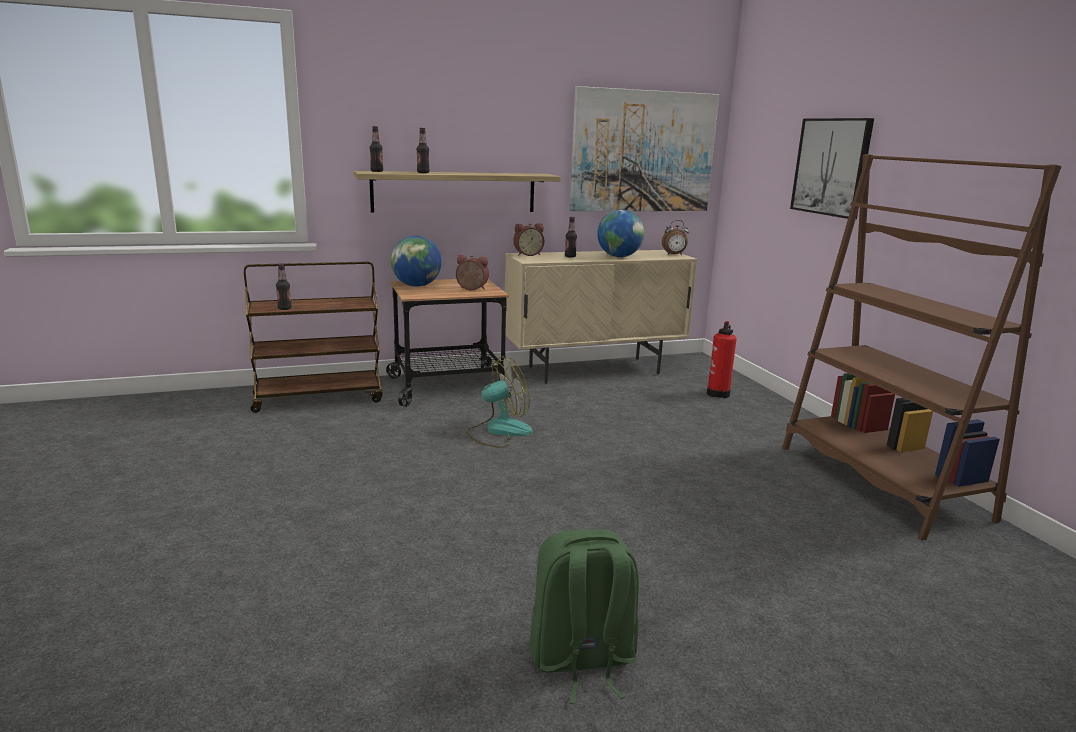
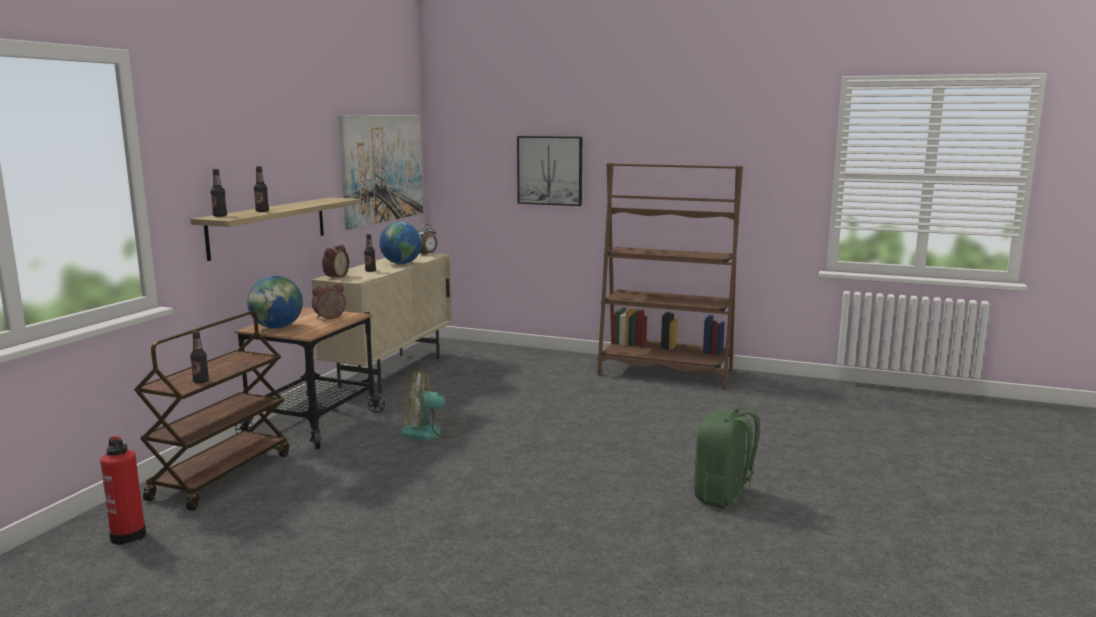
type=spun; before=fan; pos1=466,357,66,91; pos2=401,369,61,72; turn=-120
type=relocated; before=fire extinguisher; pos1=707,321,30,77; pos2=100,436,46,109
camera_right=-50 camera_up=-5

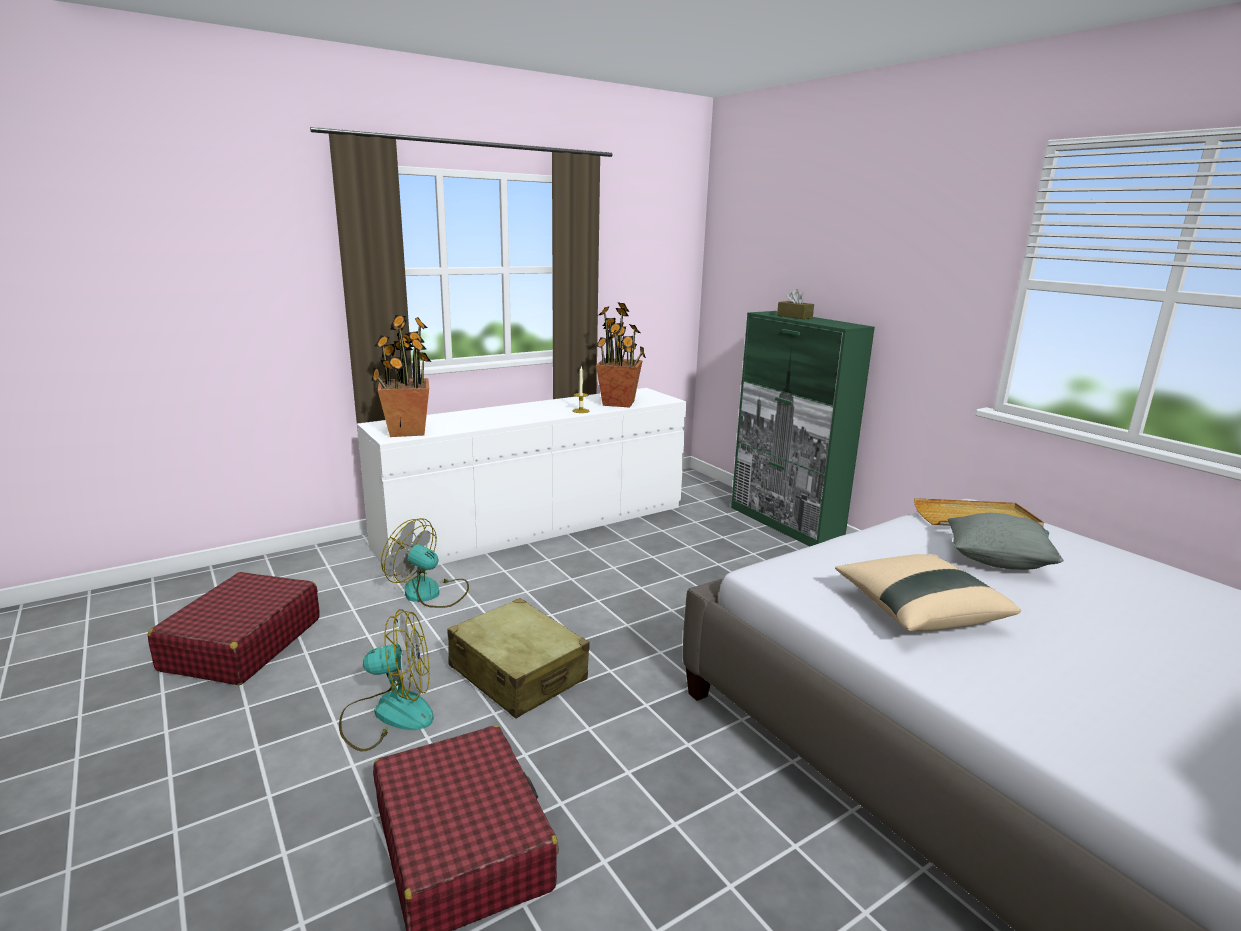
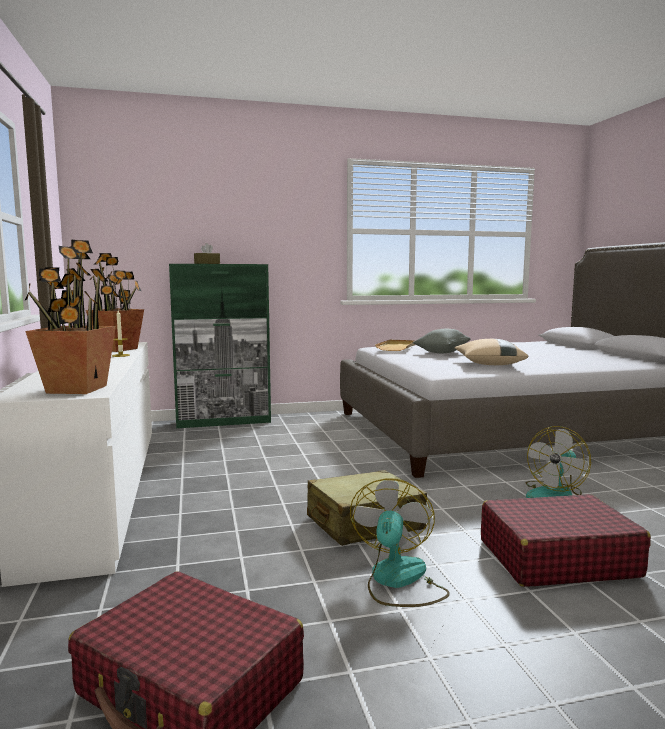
type=relocated; before=fan; pos1=381,518,88,90; pos2=526,426,65,72
camera_right=-70 camera_up=-10

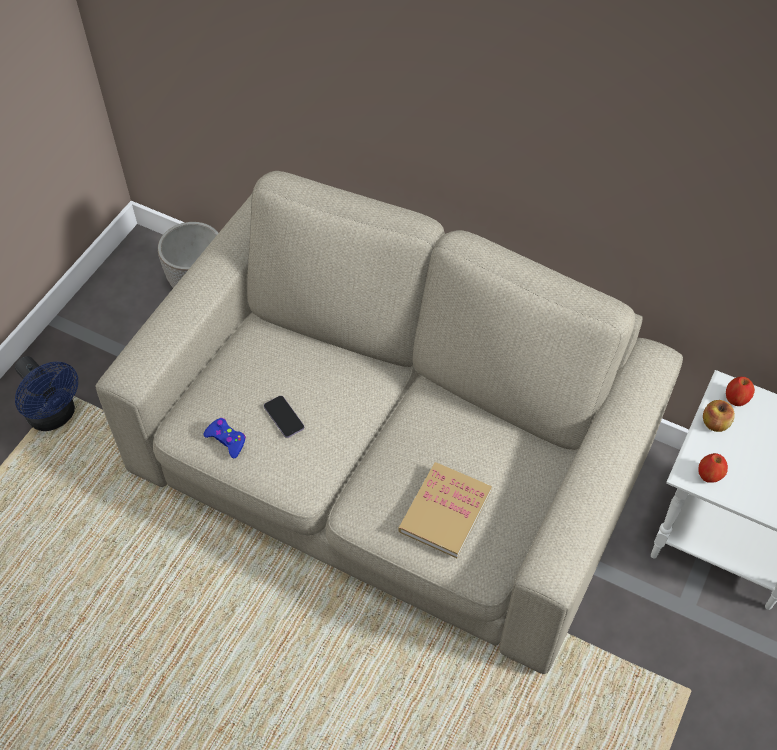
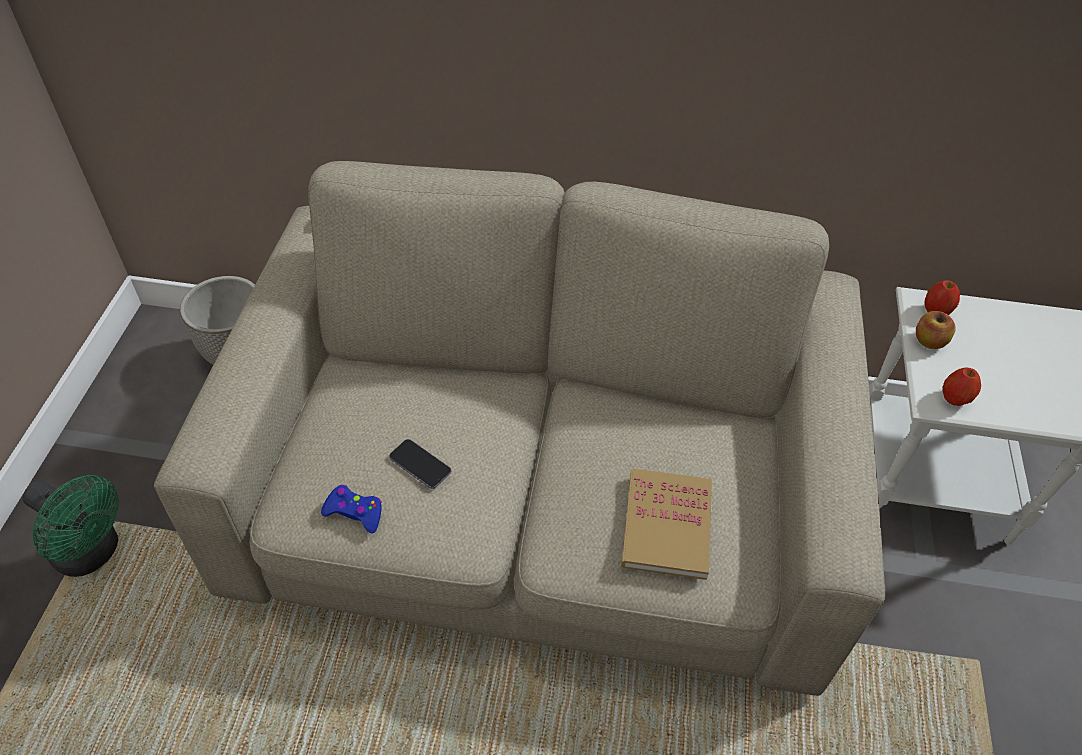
type=colour; before=blue fan; after=green fan; pos1=15,356,63,75; pos2=23,475,96,102
camera_right=-20 camera_up=-5

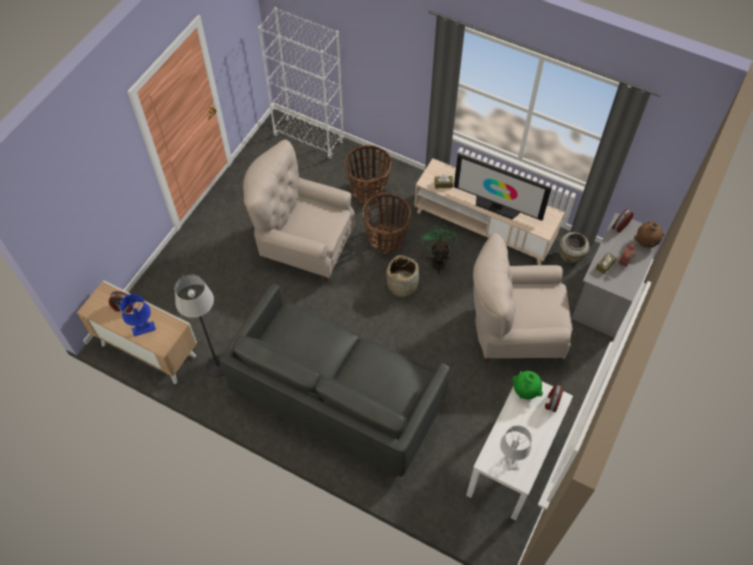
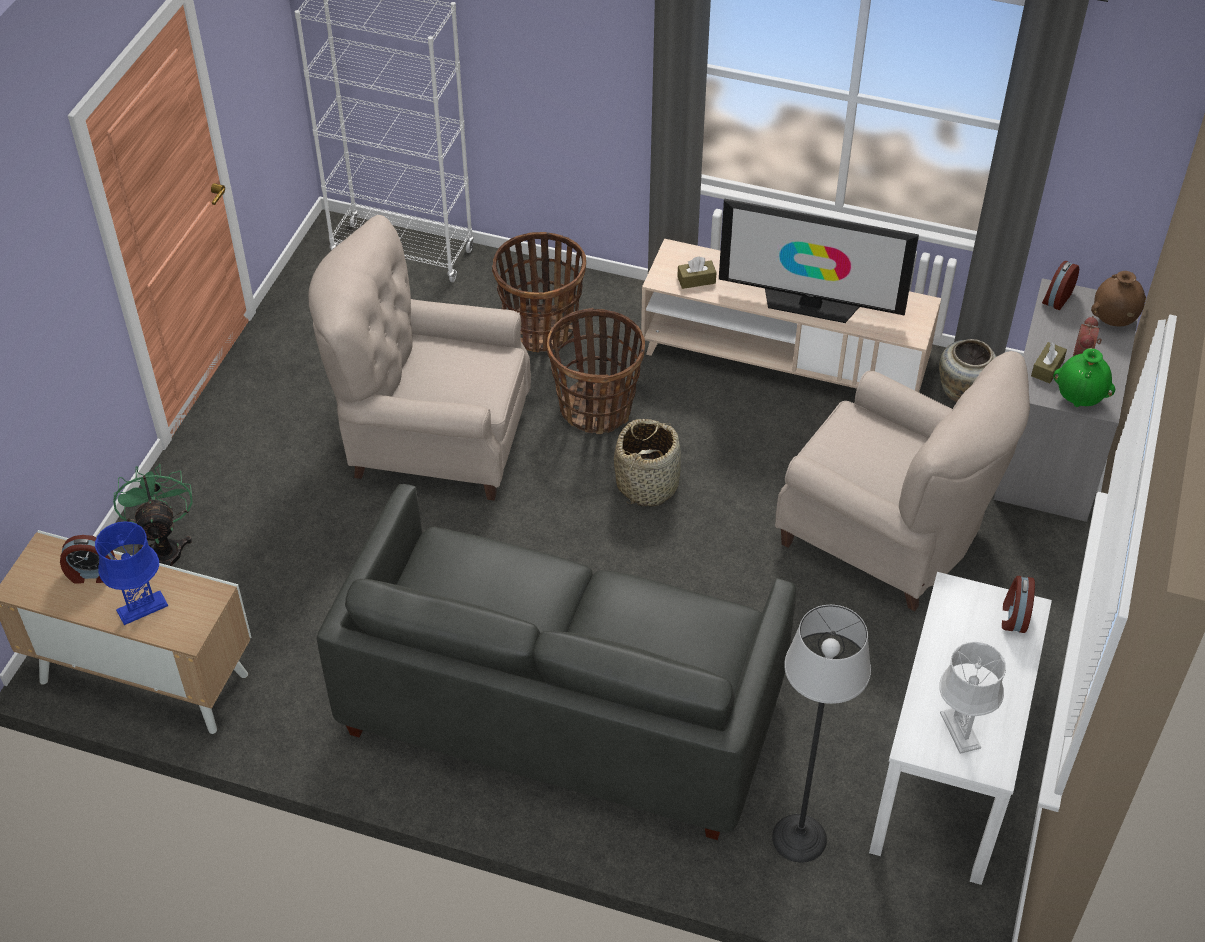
type=relocated; before=floor lamp; pos1=175,274,49,103; pos2=772,605,99,258
type=relocated; before=green fan; pos1=421,224,36,52; pos2=113,464,80,102
type=spun; before=beige armchair; pos1=473,233,99,129; pos2=775,351,255,260; turn=-135
type=relocated; before=green vase; pos1=512,371,31,29; pos2=1053,348,62,59
camera_right=-10 camera_up=-10

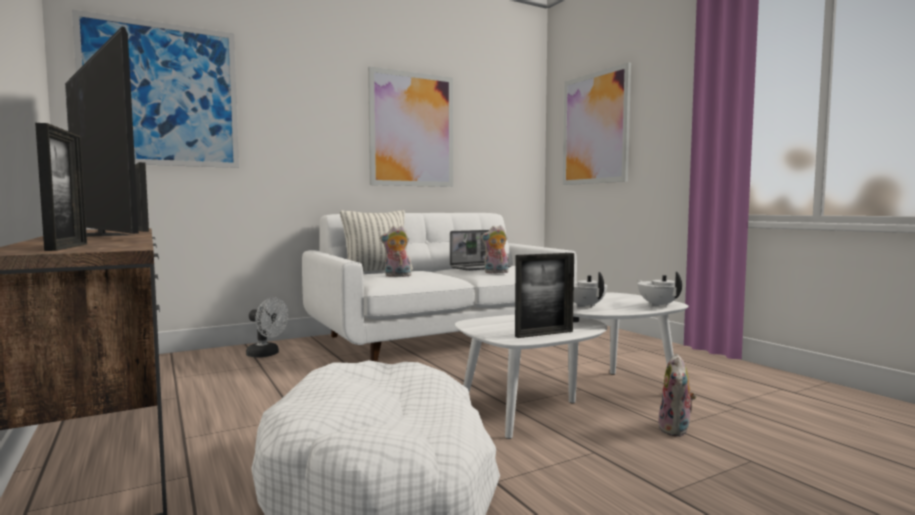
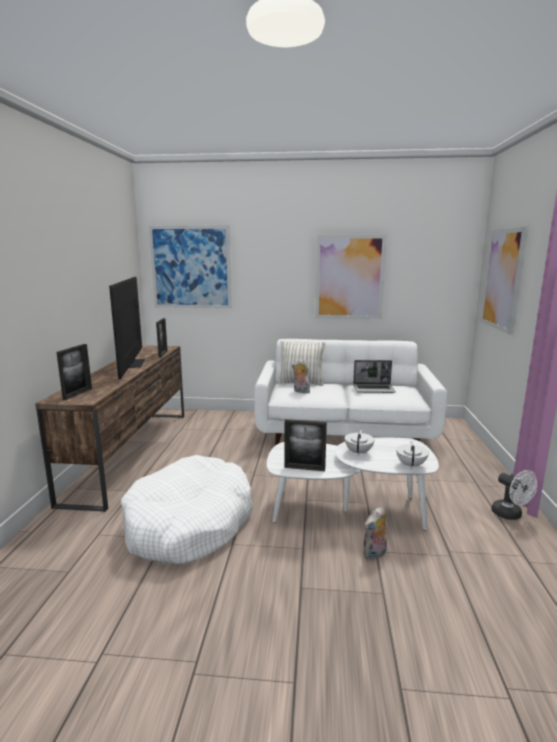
type=relocated; before=white fan; pos1=246,297,43,61; pos2=491,470,46,50
type=missing; before=plush toy; pos1=481,225,28,48
camera_right=35 camera_up=10

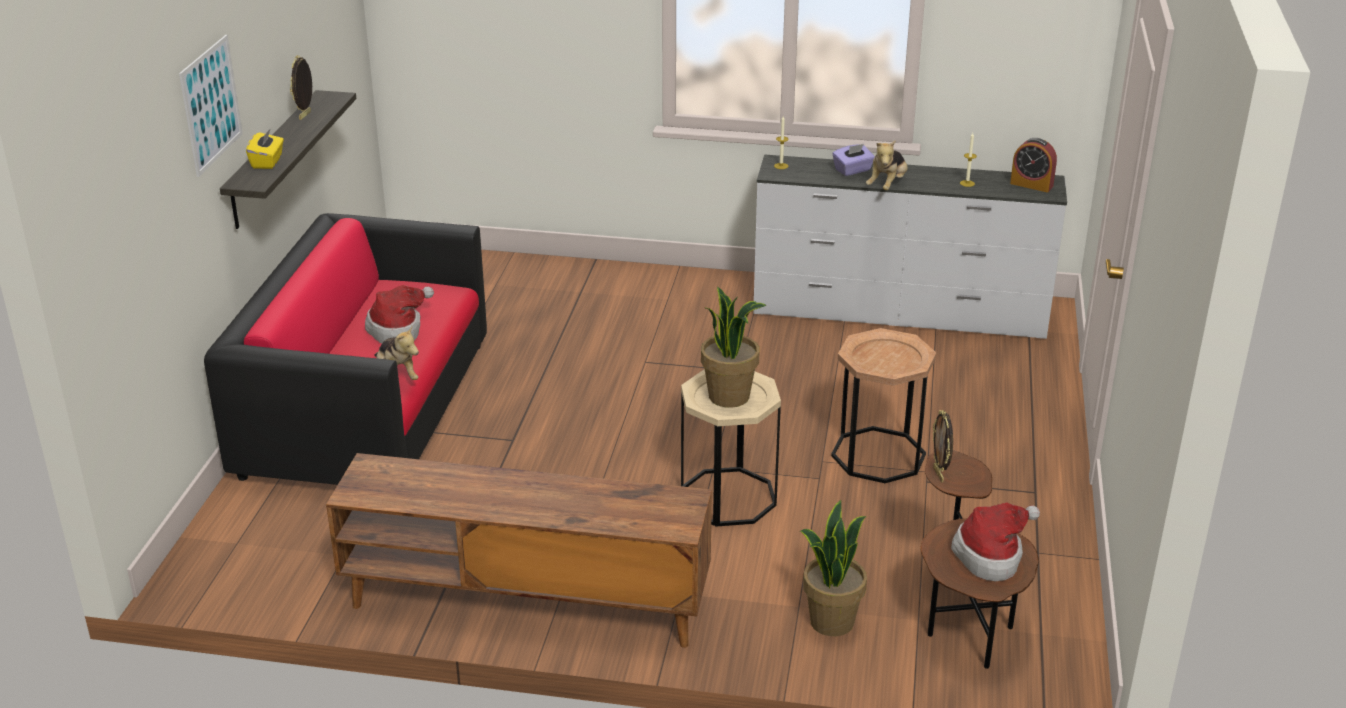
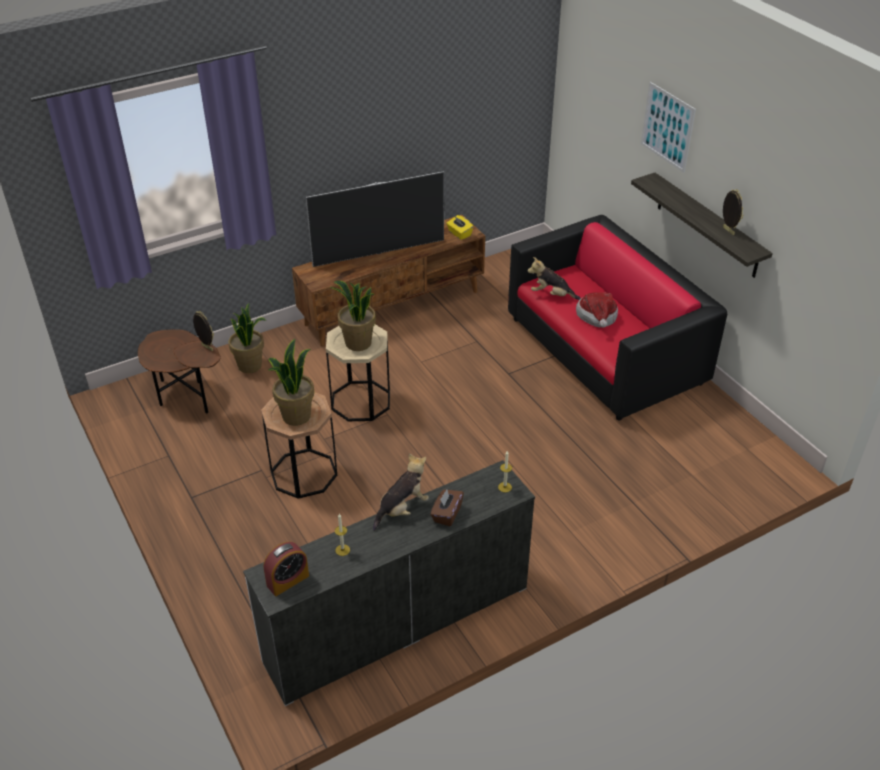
type=relocated; before=yellow tissue box; pos1=246,128,38,41; pos2=446,215,27,25
type=colour; before=purple tissue box; after=brown tissue box; pos1=832,144,43,32; pos2=430,489,34,37
type=spun; before=plush toy; pos1=866,140,42,50; pos2=373,454,56,77; turn=60
type=missing; before=hat; pos1=951,502,89,80
type=spun; before=alarm clock; pos1=1010,138,47,54; pos2=264,542,45,54; turn=150
type=appeared; after=potted plant; pos2=268,339,46,87
type=appeared; after=television; pos2=306,171,138,96
camera_right=140 camera_up=10

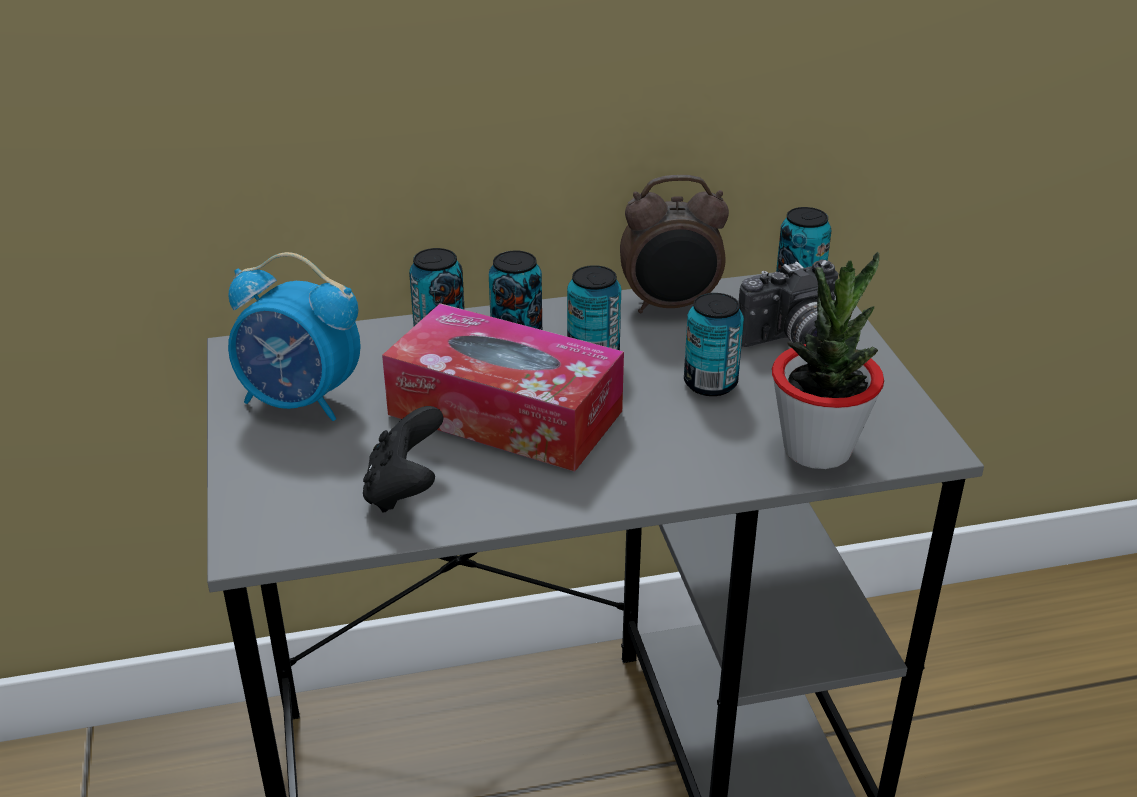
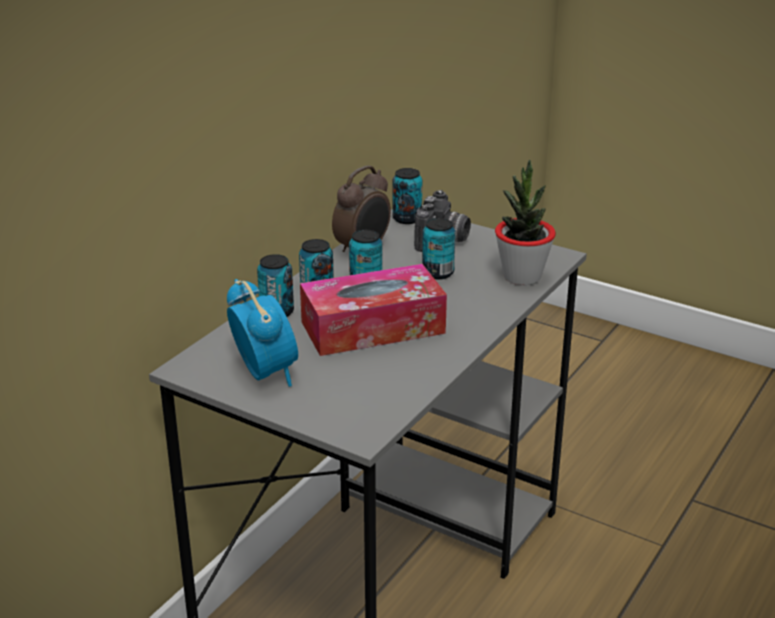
type=spun; before=alarm clock; pos1=228,252,133,169; pos2=227,279,71,108; turn=-90
type=missing; before=black game controller; pos1=363,406,80,107
camera_right=-45 camera_up=-5

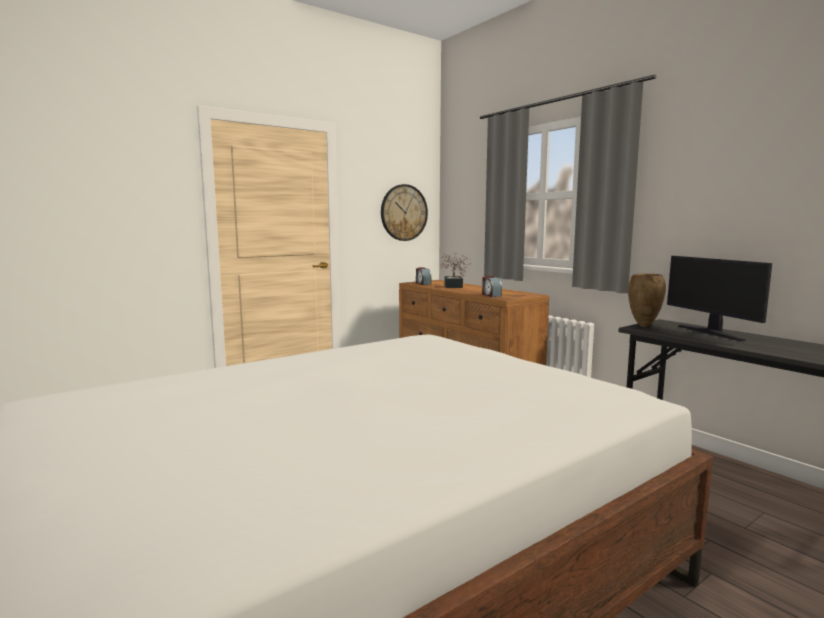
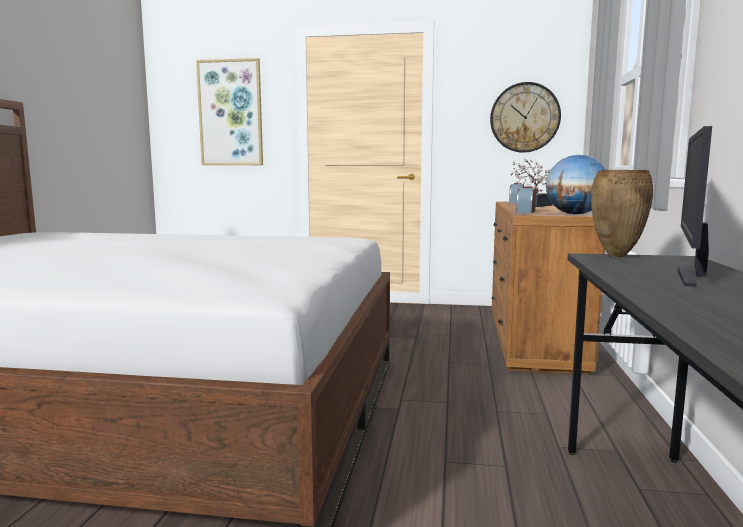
type=appeared; after=picture; pos2=196,58,67,107
type=appeared; after=globe; pos2=546,155,60,59
camera_right=45 camera_up=0

